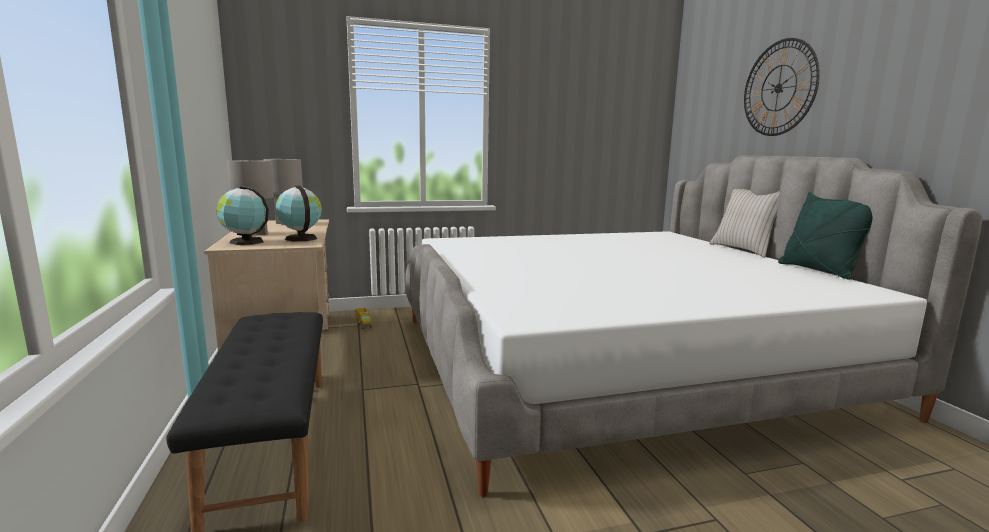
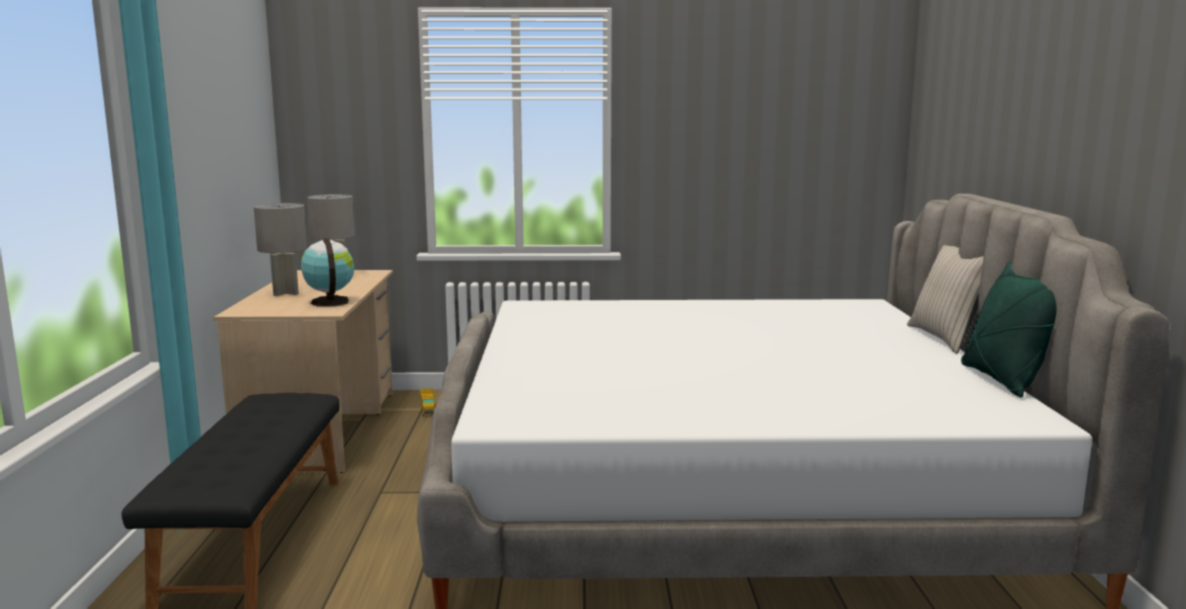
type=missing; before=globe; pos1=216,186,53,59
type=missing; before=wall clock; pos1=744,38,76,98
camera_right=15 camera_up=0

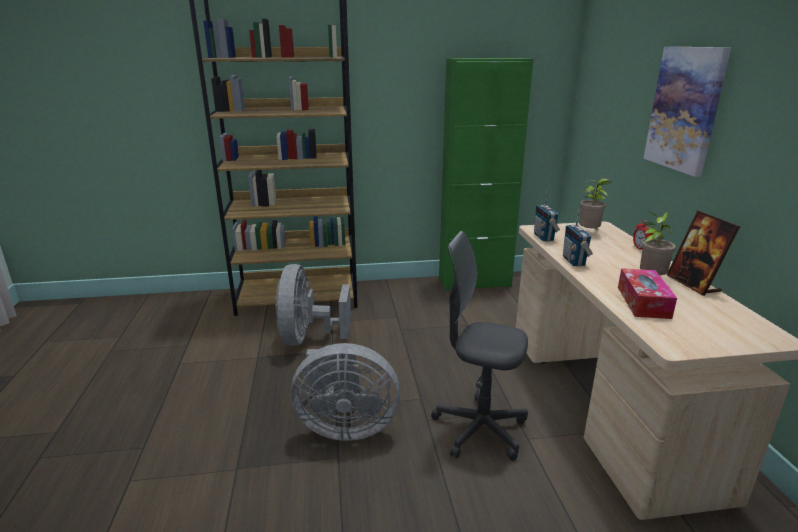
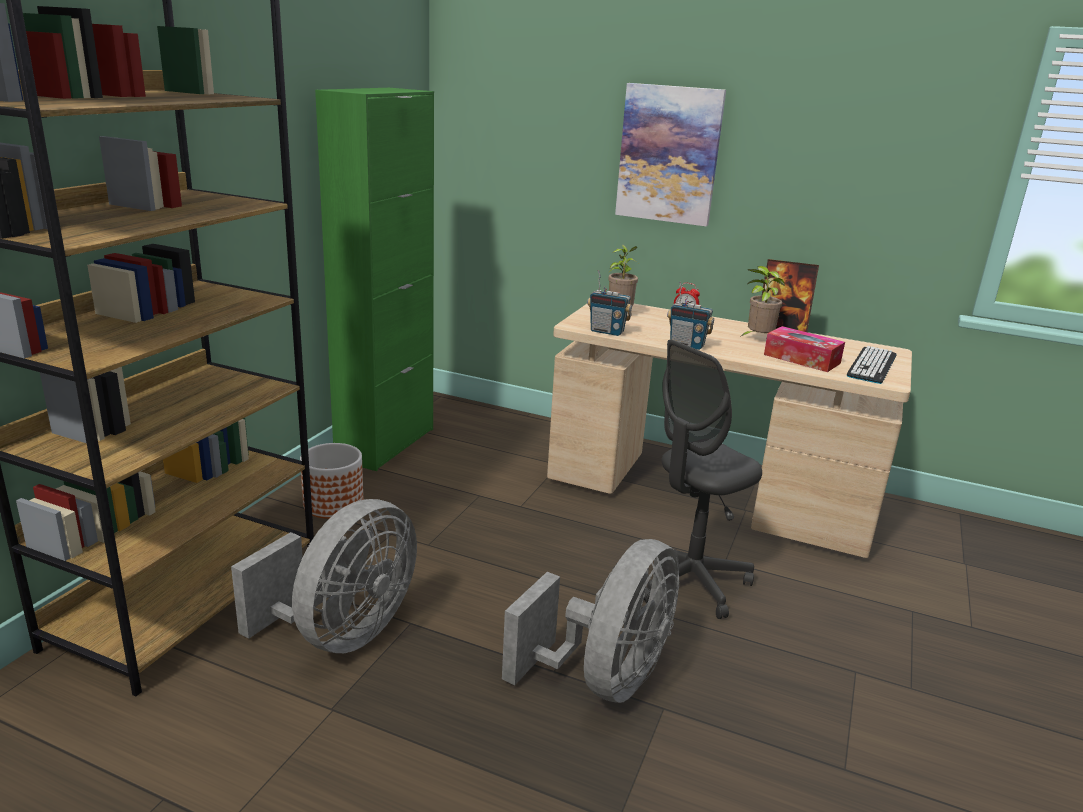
type=spun; before=grey fan; pos1=275,264,76,82; pos2=231,499,186,154; turn=-90
type=appeared; after=planter; pos2=300,443,63,76
type=appeared; after=keyboard; pos2=847,346,50,38
camera_right=-60 camera_up=0

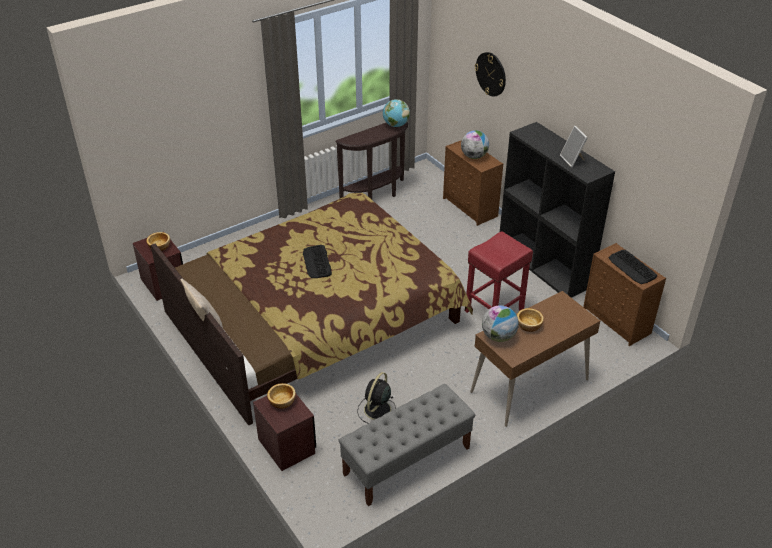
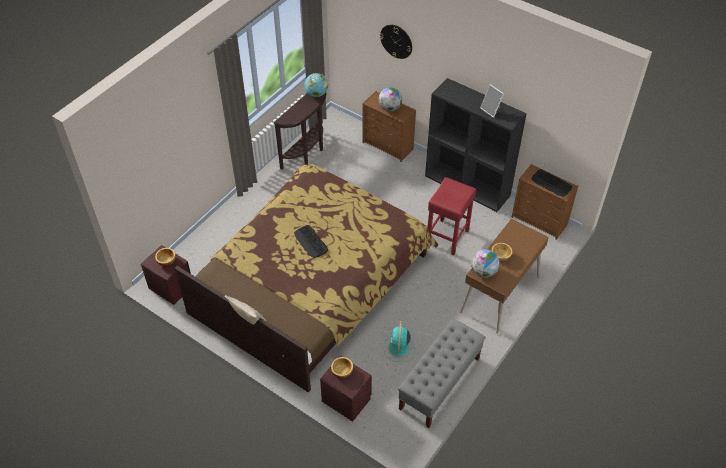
type=colour; before=black fan; after=turquoise fan; pos1=357,372,39,52; pos2=384,321,31,41
camera_right=-20 camera_up=10

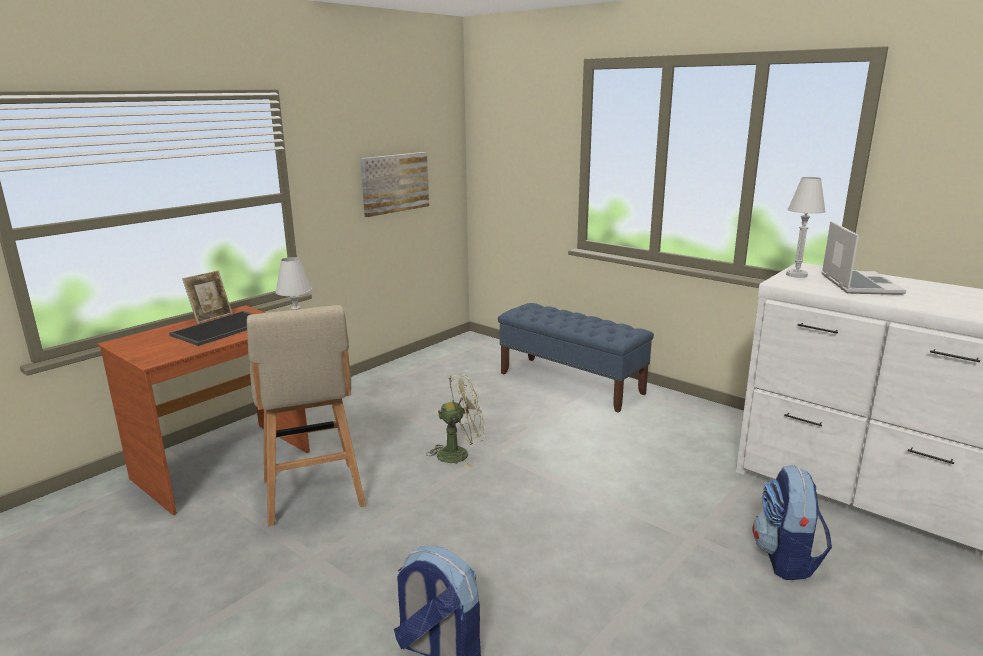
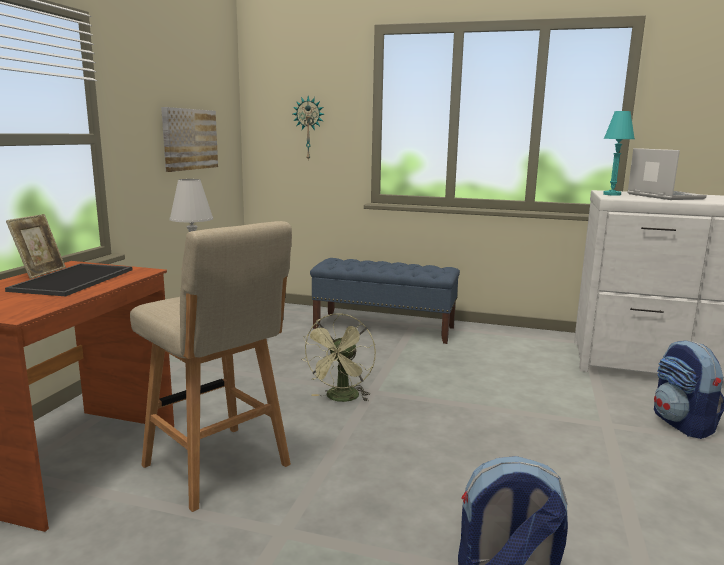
type=spun; before=green fan; pos1=426,374,59,93; pos2=302,313,74,89; turn=150
type=colour; before=white table lamp; after=turquoise table lamp; pos1=786,177,40,101; pos2=603,111,32,85
type=appeared; after=wall clock; pos2=293,96,31,65
camera_right=-25 camera_up=-5

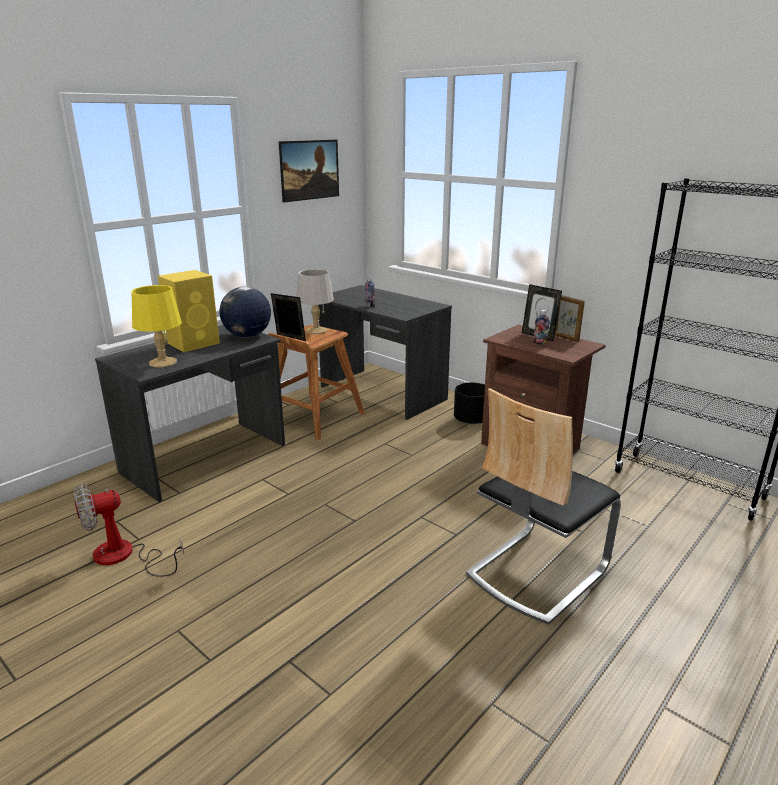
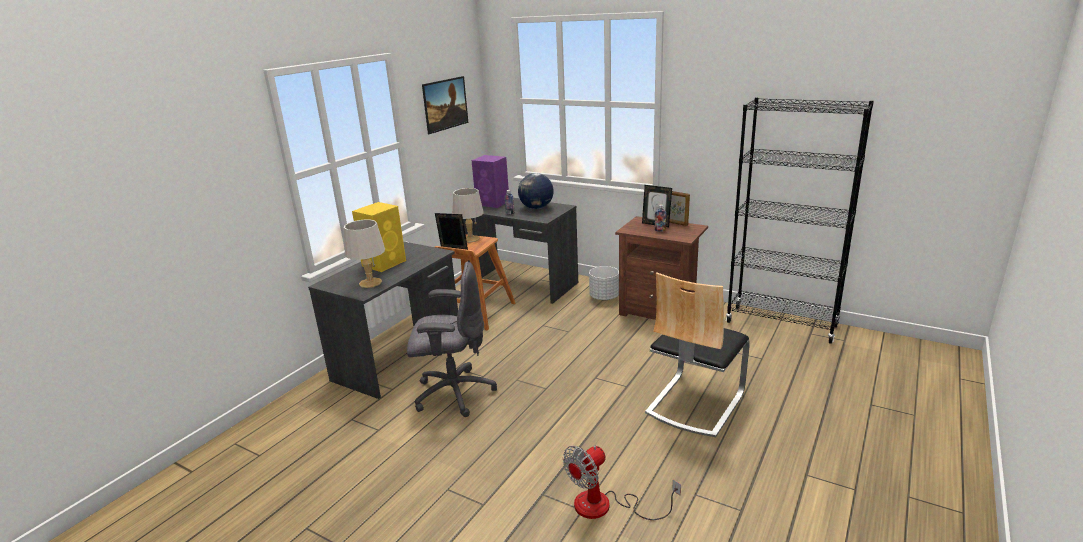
type=relocated; before=fan; pos1=74,484,110,93; pos2=563,445,118,75
type=colour; before=yellow table lamp; after=grey table lamp; pos1=132,285,50,83; pos2=344,219,41,69
type=relocated; before=globe; pos1=219,287,52,51; pos2=518,173,36,36
type=colour; before=black planter; after=white planter; pos1=454,382,31,42; pos2=589,266,30,34
type=appeared; after=grey office chair; pos2=407,262,90,155
type=appeared; after=purple speaker; pos2=471,155,38,53
camera_right=-10 camera_up=0

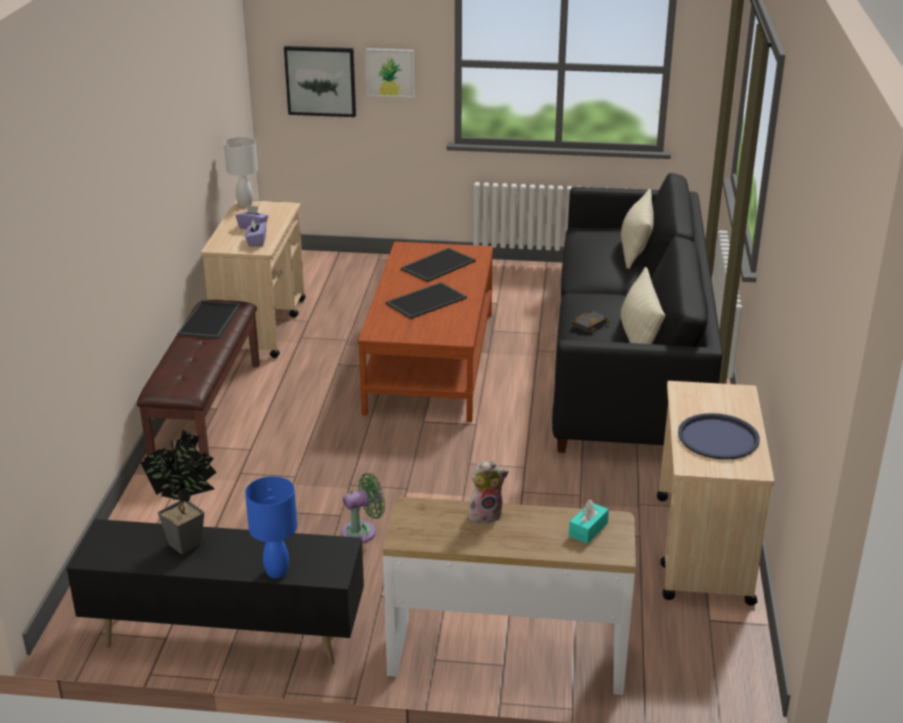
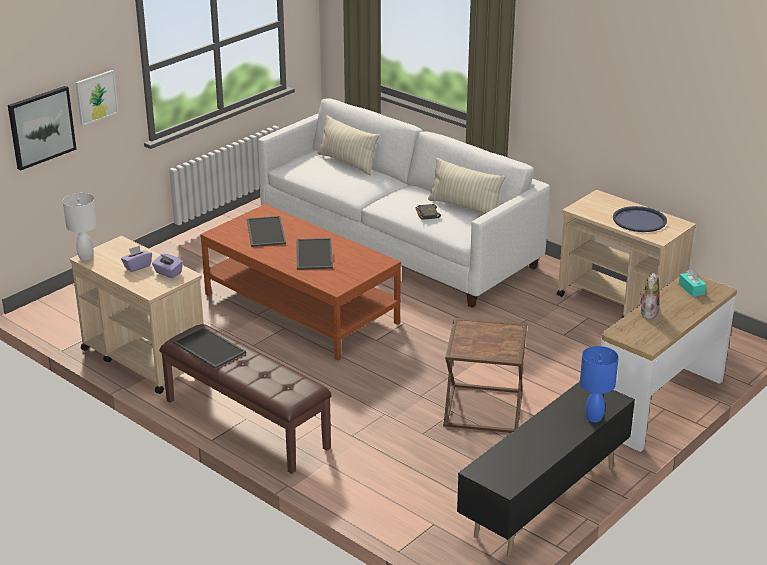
type=missing; before=potted plant; pos1=141,429,76,125
type=exchanged; before=green fan; after=brown side table; pos1=341,473,44,70; pos2=443,318,84,115
type=colour; before=black sofa; after=white sofa; pos1=552,173,170,280; pos2=258,98,292,210
camera_right=-55 camera_up=0

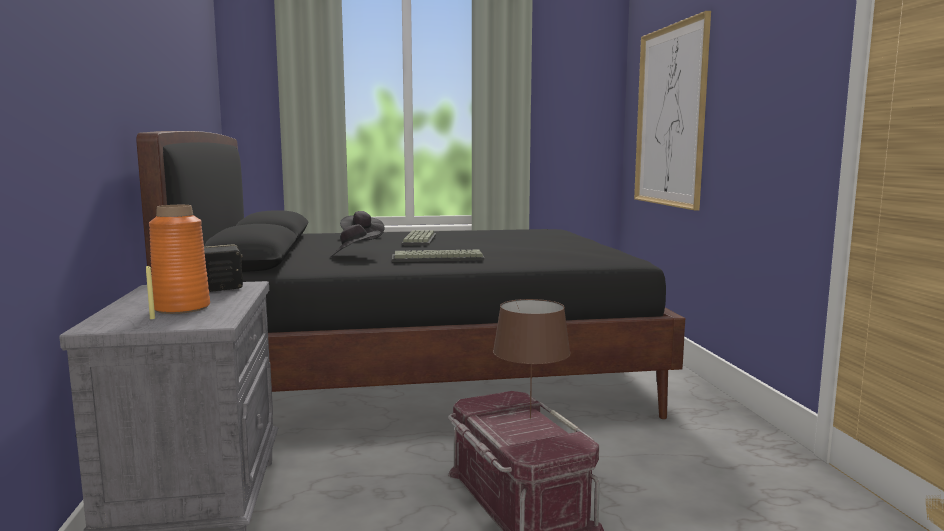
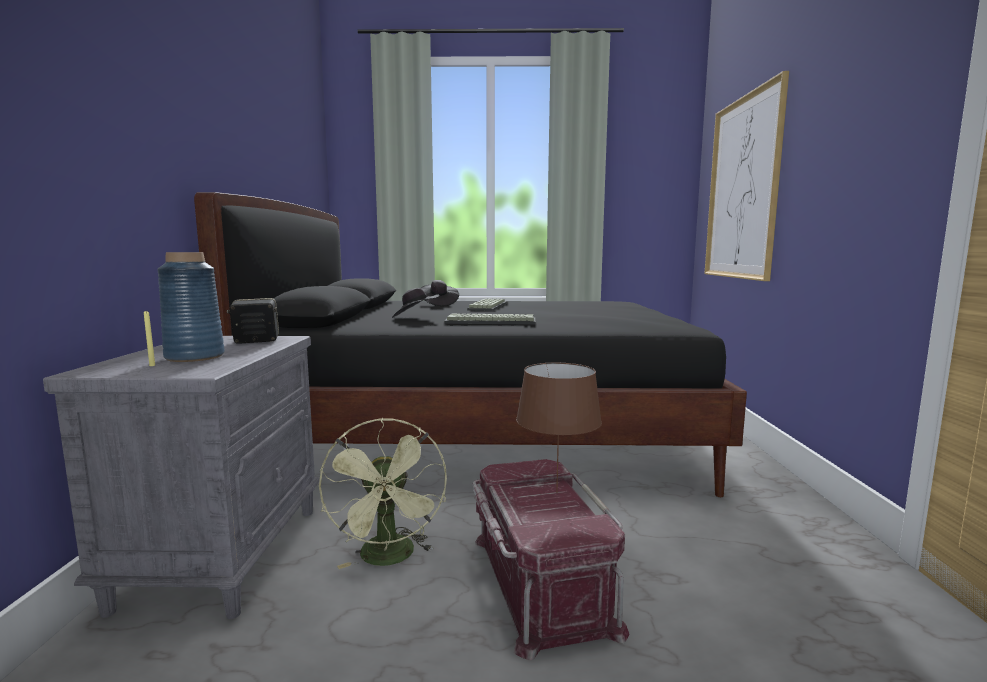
type=colour; before=orange vase; after=blue vase; pos1=149,205,61,109; pos2=157,252,68,110
type=appeared; after=green fan; pos2=319,418,128,151
camera_right=10 camera_up=0

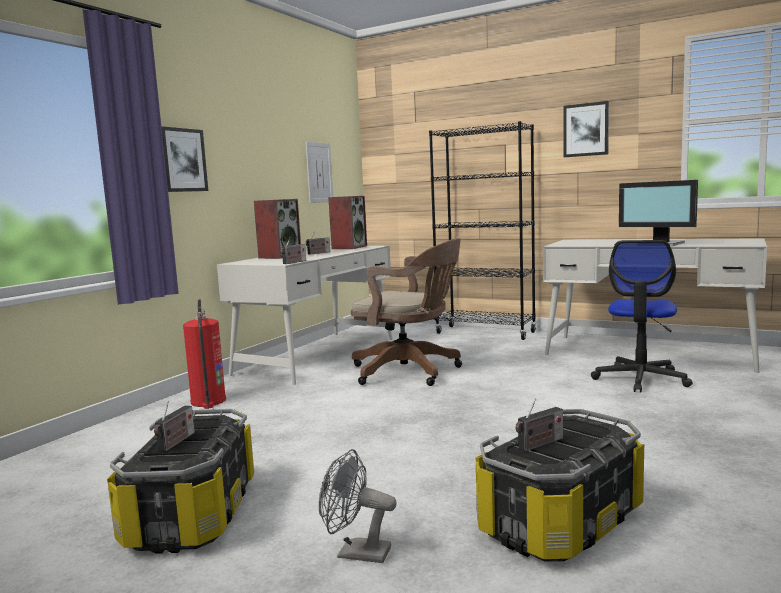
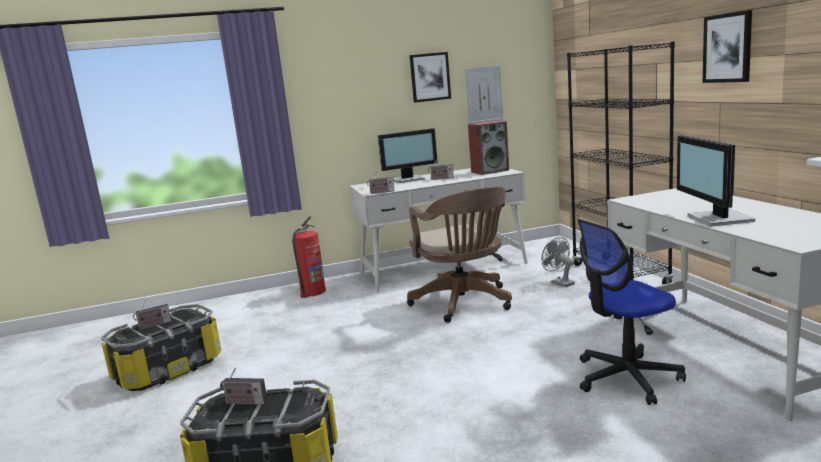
type=relocated; before=picture; pos1=161,126,47,66; pos2=409,52,42,51
type=exchanged; before=speaker; after=monitor; pos1=254,199,47,60; pos2=378,128,60,55
type=relocated; before=grey fan; pos1=319,449,78,114; pos2=541,237,34,50
camera_right=45 camera_up=5

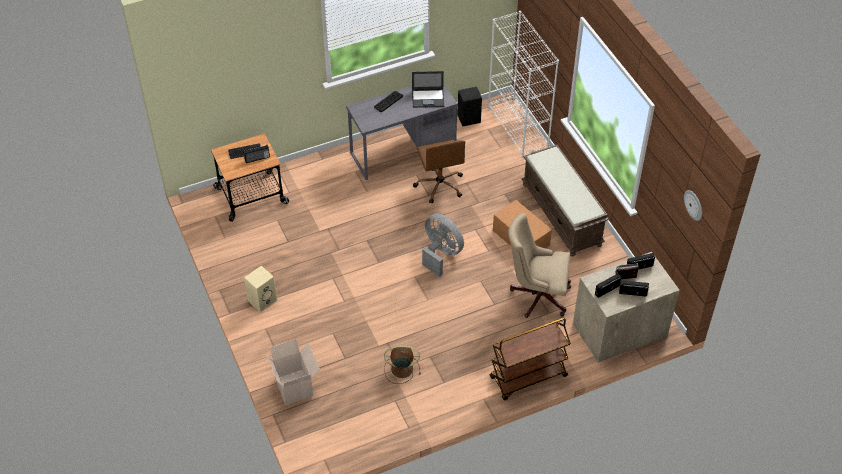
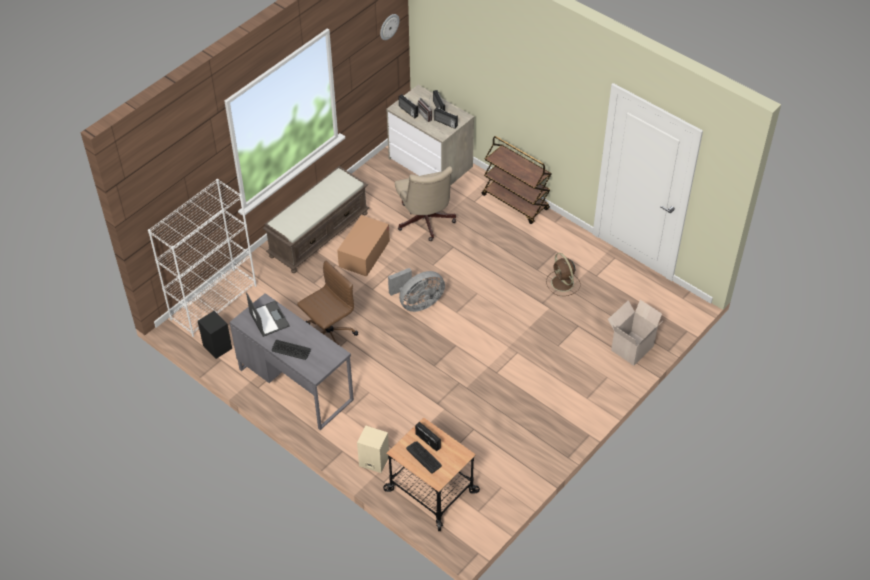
type=relocated; before=beige speaker; pos1=244,266,33,47; pos2=357,425,32,48
type=spun; before=grey fan; pos1=422,214,42,63; pos2=388,268,57,44; turn=-135
camera_right=-115 camera_up=0

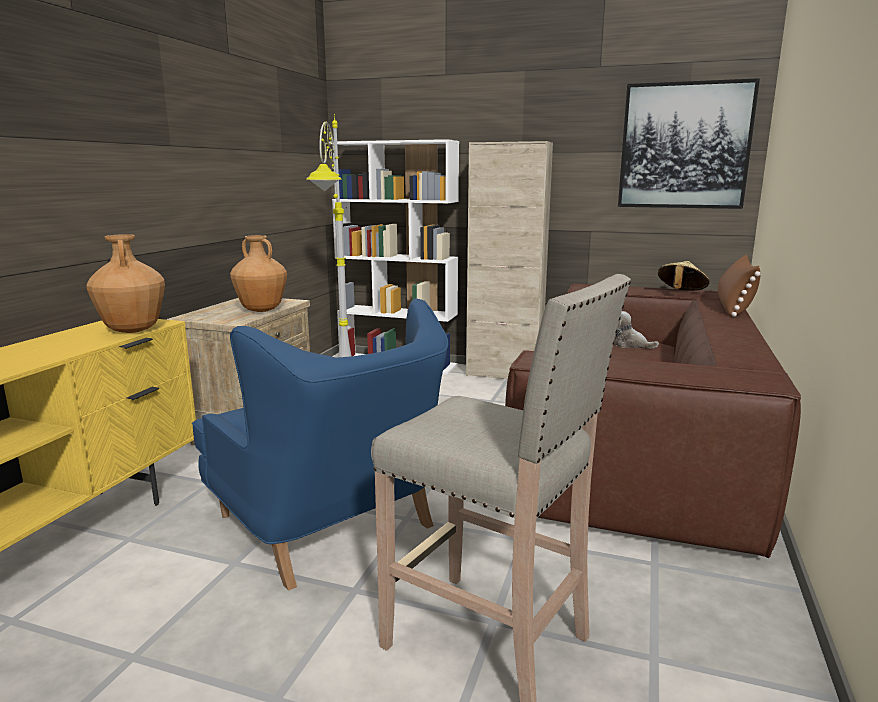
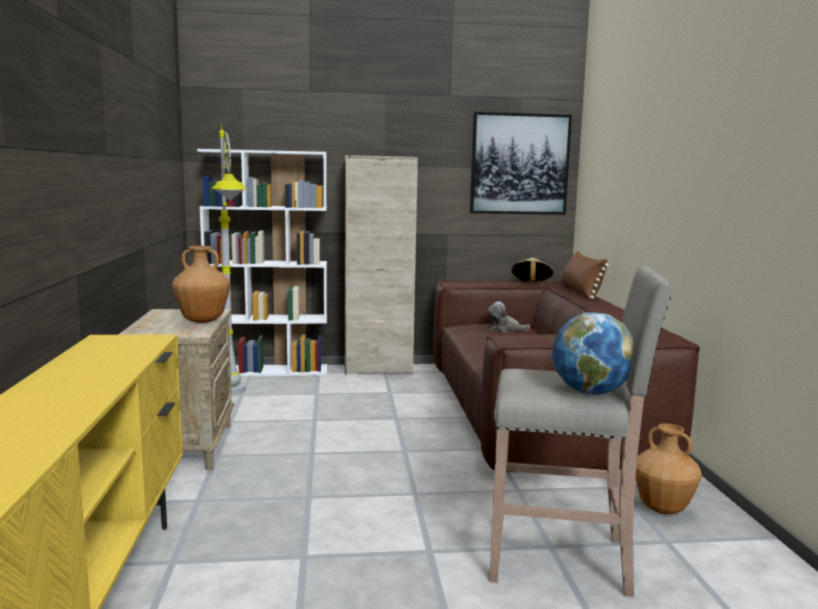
type=relocated; before=brown vase; pos1=86,234,79,99; pos2=635,423,67,91
type=missing; before=blue armchair; pos1=192,298,256,293
type=appeared; after=globe; pos2=552,312,81,83
camera_right=-25 camera_up=-5

